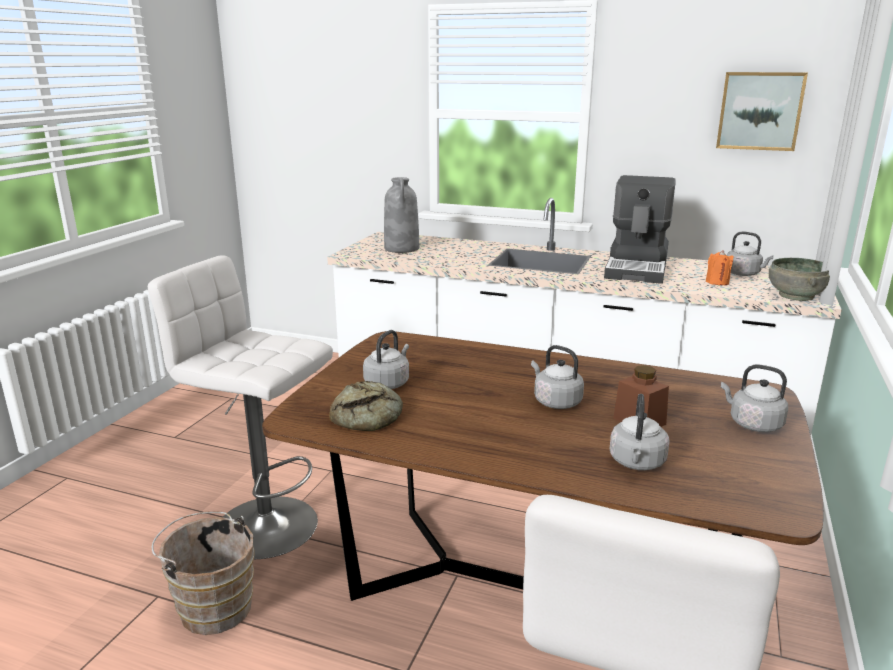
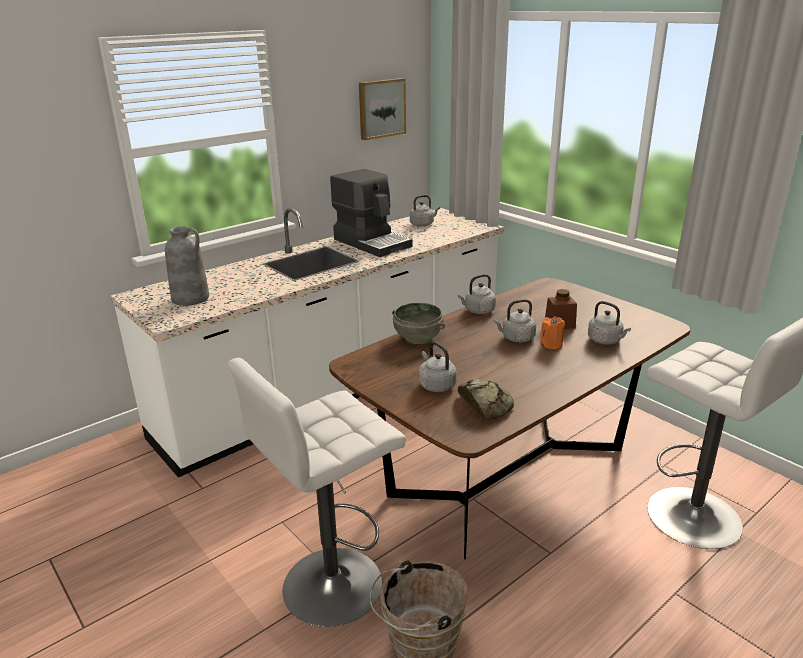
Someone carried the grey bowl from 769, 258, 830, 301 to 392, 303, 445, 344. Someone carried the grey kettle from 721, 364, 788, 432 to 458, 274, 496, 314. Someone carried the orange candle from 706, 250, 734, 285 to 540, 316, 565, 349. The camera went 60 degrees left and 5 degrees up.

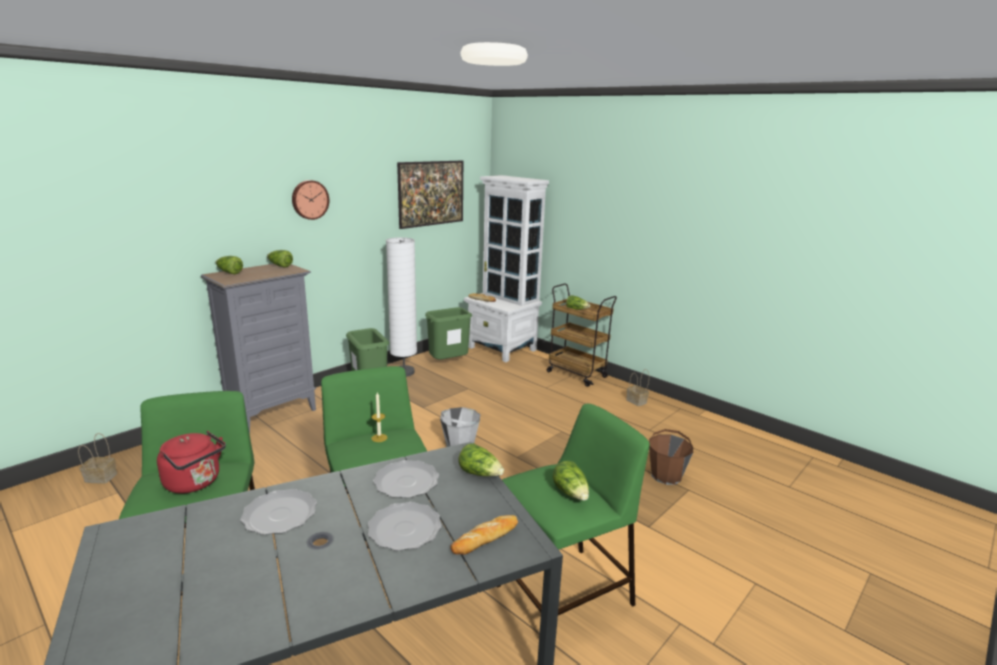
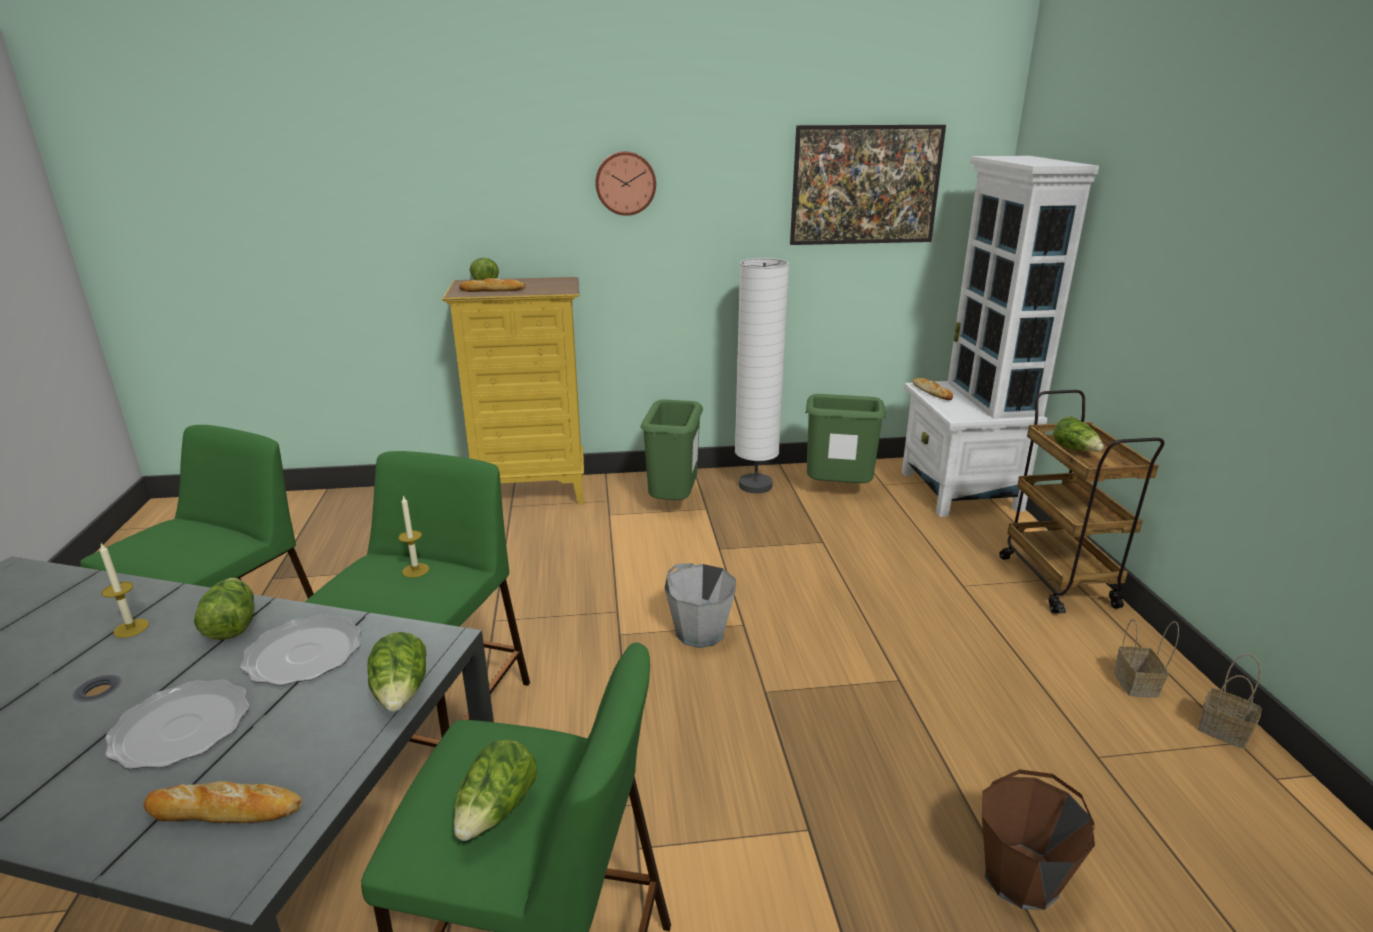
Someone swapped the plate at 240, 489, 317, 535 for the candle at 100, 543, 149, 638. Someone carried the lettuce from 267, 250, 293, 268 to 194, 578, 254, 640. Someone repainted the grey dresser at 201, 264, 317, 434, which became the yellow dresser at 442, 277, 584, 505. Someone put down the bread at 459, 278, 526, 292. Someone carried the basket from 78, 433, 117, 483 to 1198, 654, 1262, 749. Someone took away the red kettle at 157, 431, 226, 494. The camera went 40 degrees right and 5 degrees up.

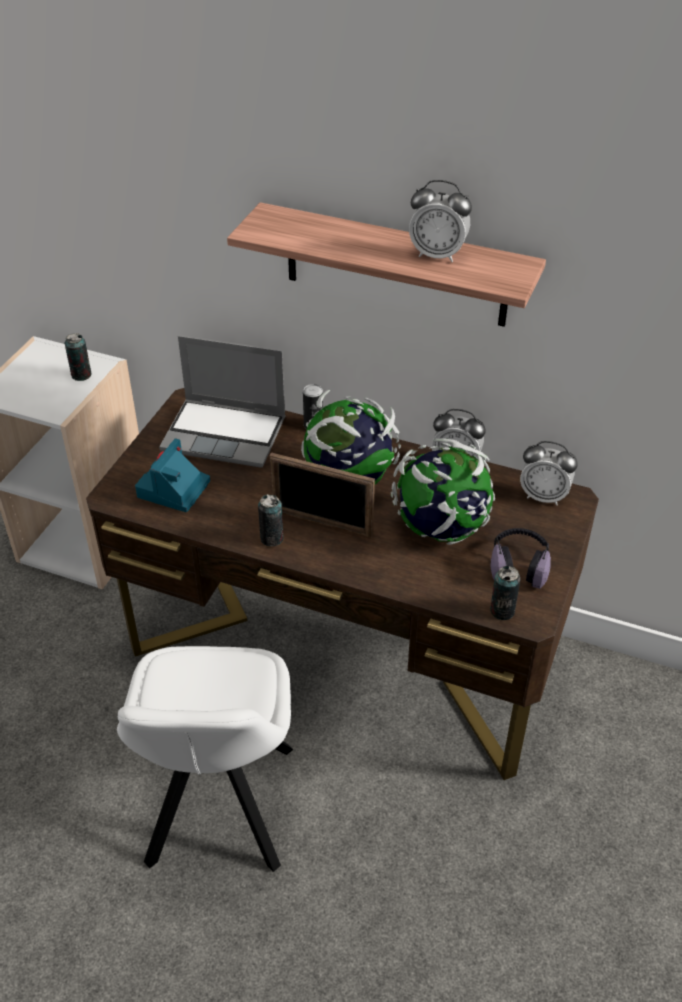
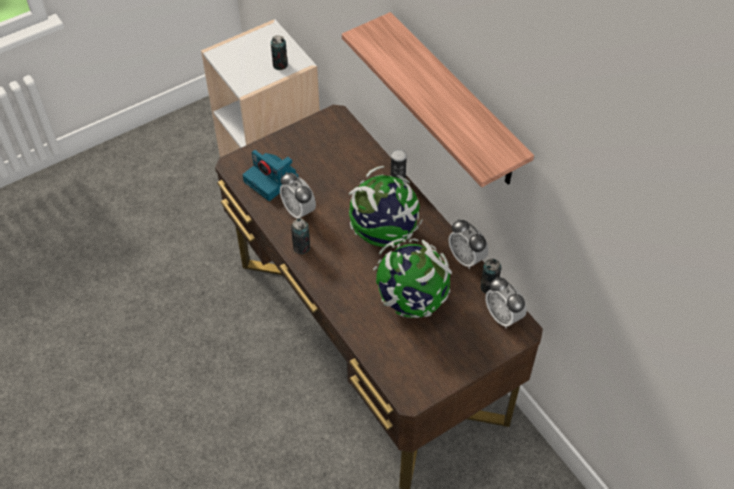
Someone rotated the photo camera at 135, 438, 210, 512 by 105 degrees counterclockwise. Someone carried the alarm clock from 409, 180, 472, 262 to 280, 172, 316, 219. Someone carried the can from 490, 566, 520, 620 to 480, 259, 501, 293. Someone took away the white chair at 117, 646, 293, 872. Someone took away the laptop at 159, 336, 286, 468. Someone took away the picture frame at 270, 452, 375, 538. Someone took away the headphones at 490, 528, 551, 589. The camera went 35 degrees right and 10 degrees up.

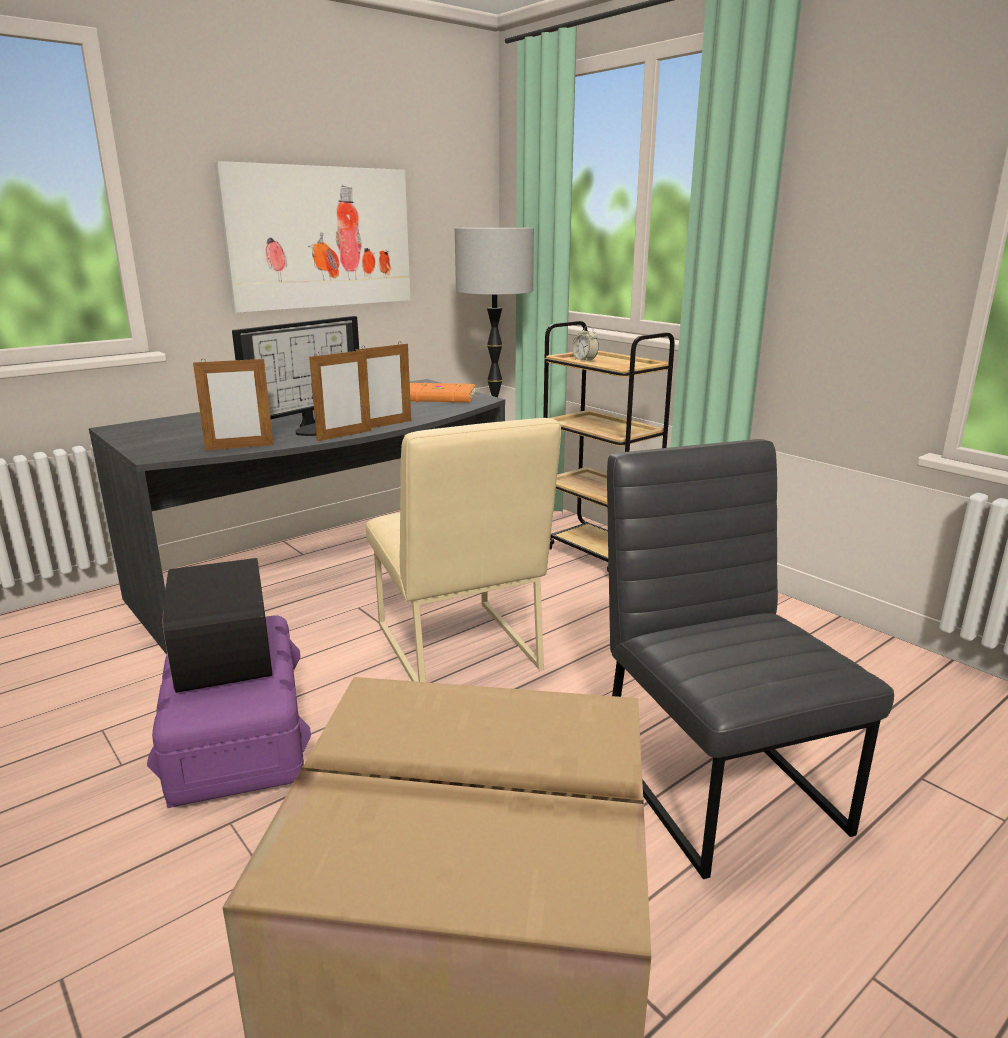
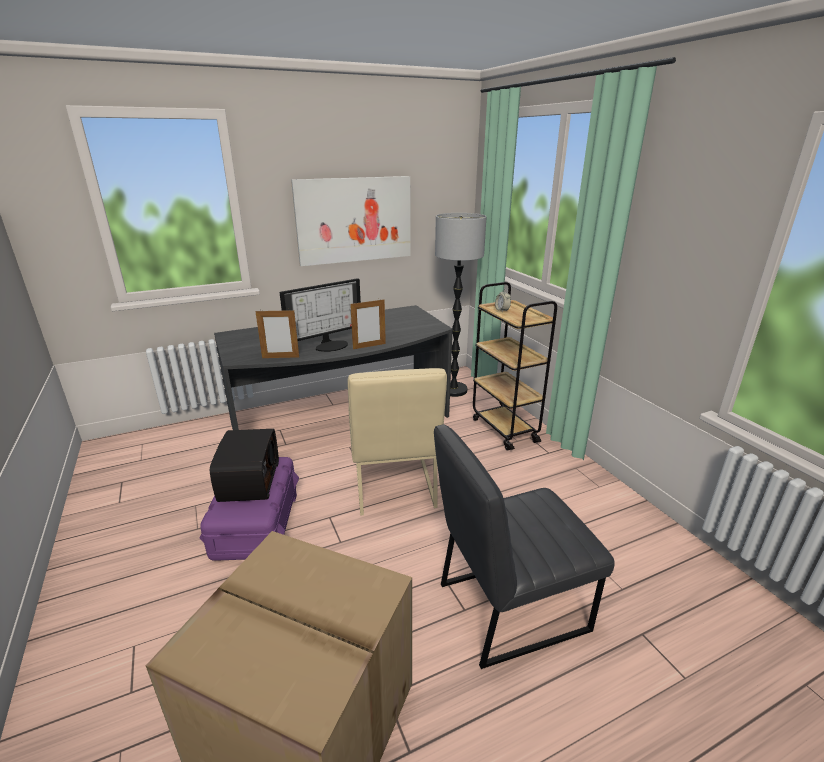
Someone rotated the grey chair at 607, 439, 894, 879 by 105 degrees counterclockwise. Someone took away the picture frame at 309, 348, 371, 441. Someone took away the orange book at 410, 383, 476, 403. The camera went 15 degrees right and 5 degrees up.

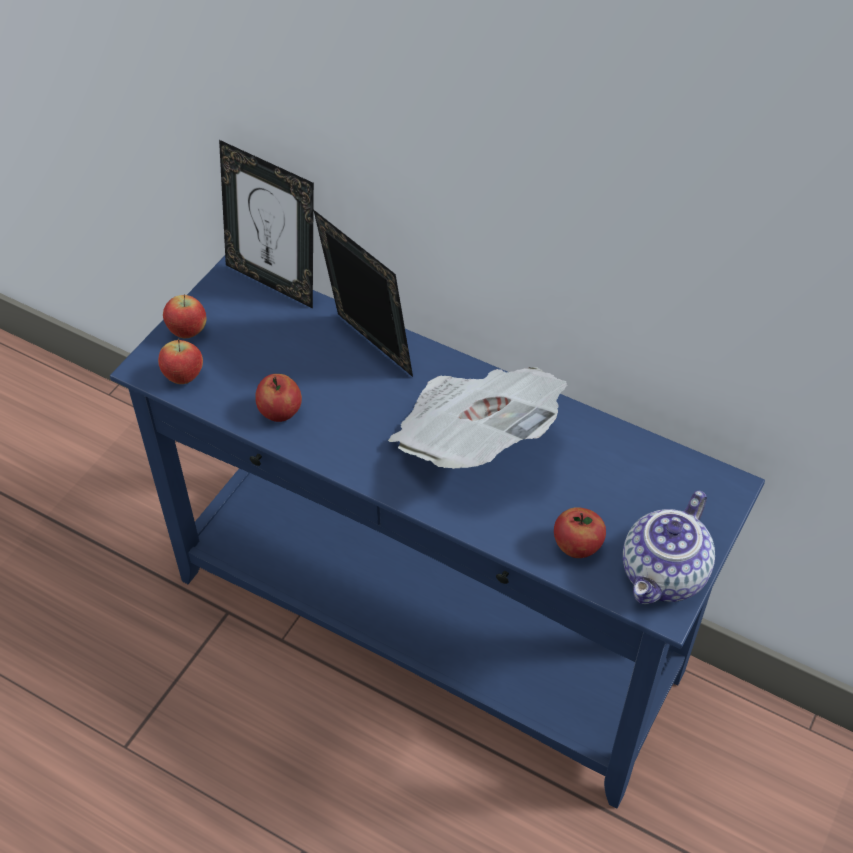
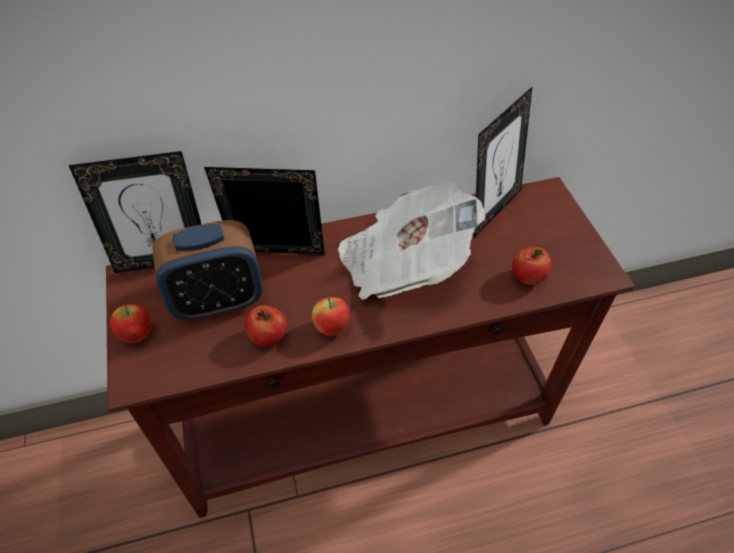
Someone repainted the blue console table at 110, 256, 765, 809, which became the brown console table at 106, 177, 635, 518. Someone put down the alarm clock at 152, 220, 263, 320. Someone carried the apple from 158, 339, 203, 384 to 312, 297, 350, 336. Someone put down the picture frame at 474, 87, 532, 238. Someone took away the teapot at 623, 490, 715, 604. The camera went 45 degrees left and 0 degrees up.

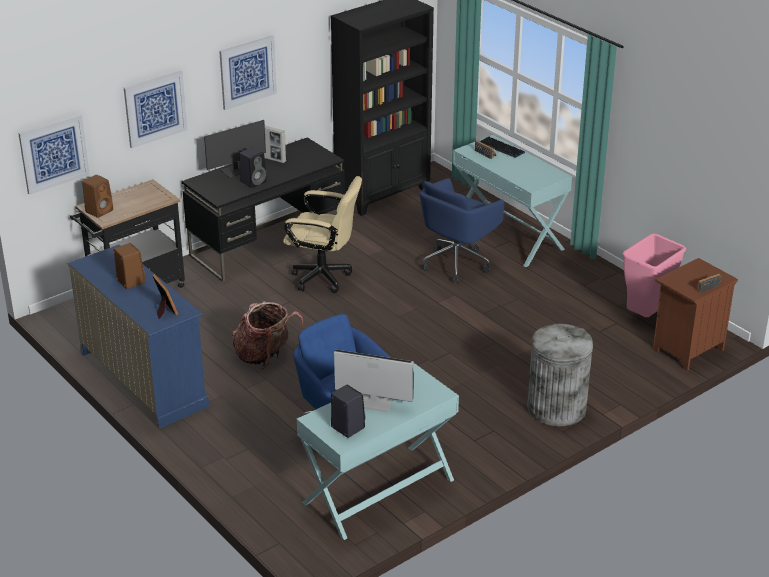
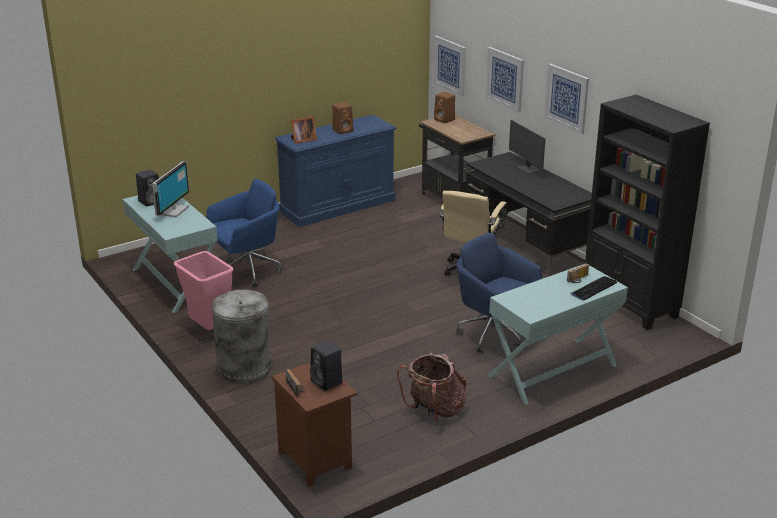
Someone carried the pink trash can from 622, 234, 686, 317 to 174, 251, 234, 330. Someone carried the black speaker from 239, 147, 267, 188 to 310, 340, 342, 391. Someone carried the backpack from 232, 301, 304, 369 to 397, 353, 466, 423. Someone took away the picture frame at 264, 126, 286, 163. The camera went 95 degrees right and 5 degrees down.

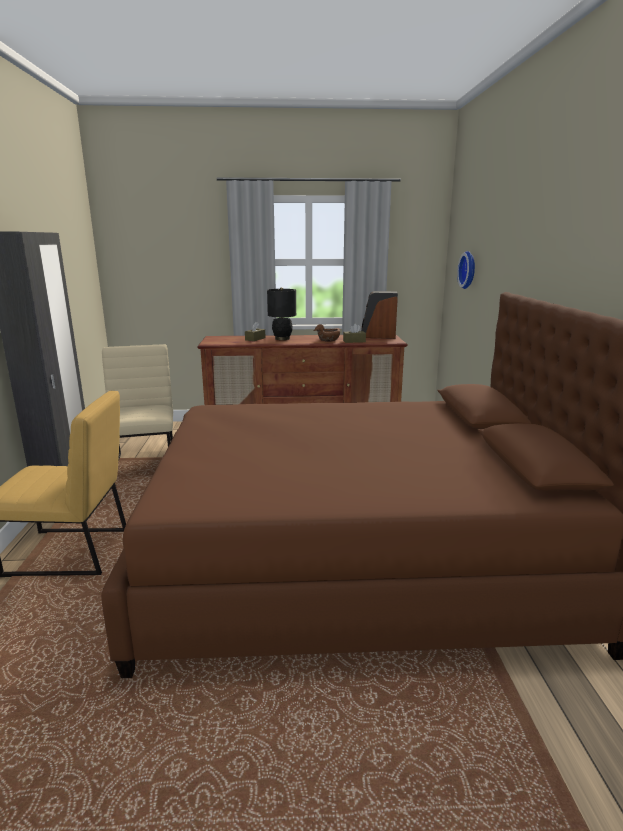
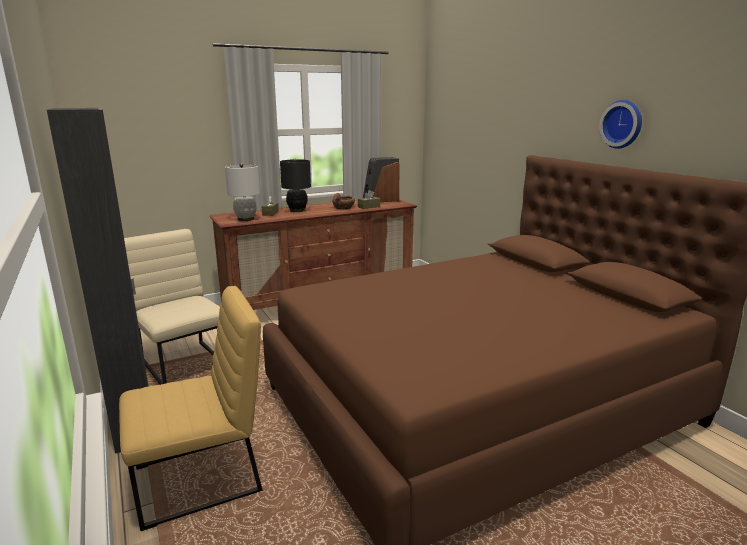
Someone put down the white table lamp at 225, 163, 260, 221. Someone carried the wall clock from 457, 251, 475, 289 to 599, 100, 642, 149. The camera went 25 degrees left and 0 degrees up.

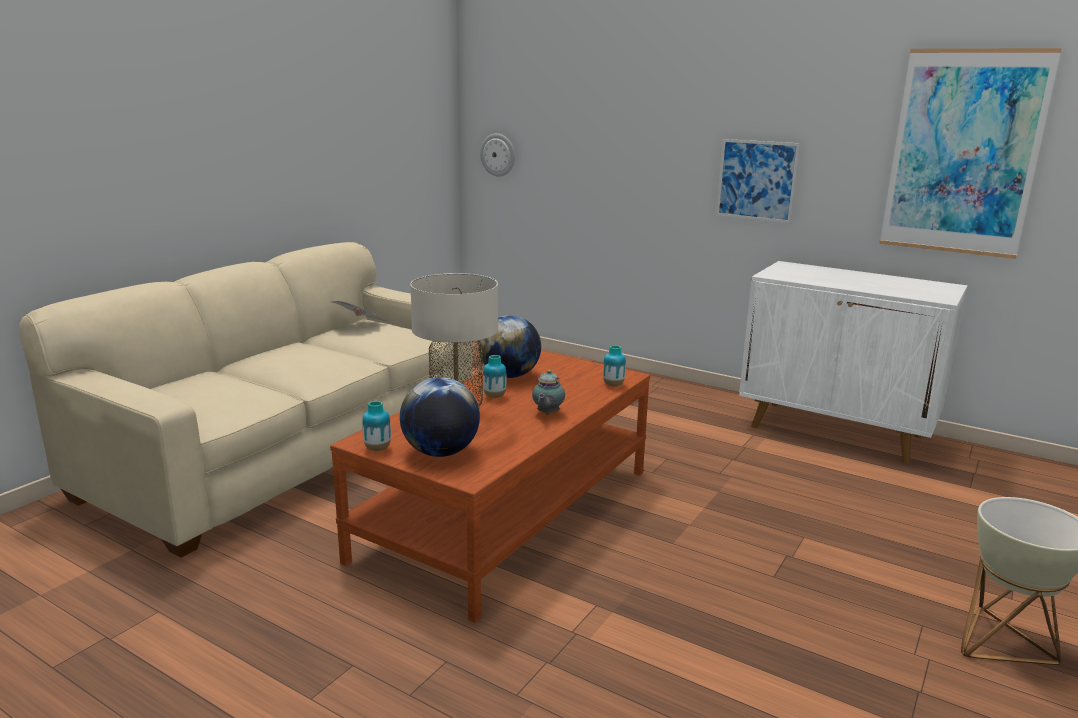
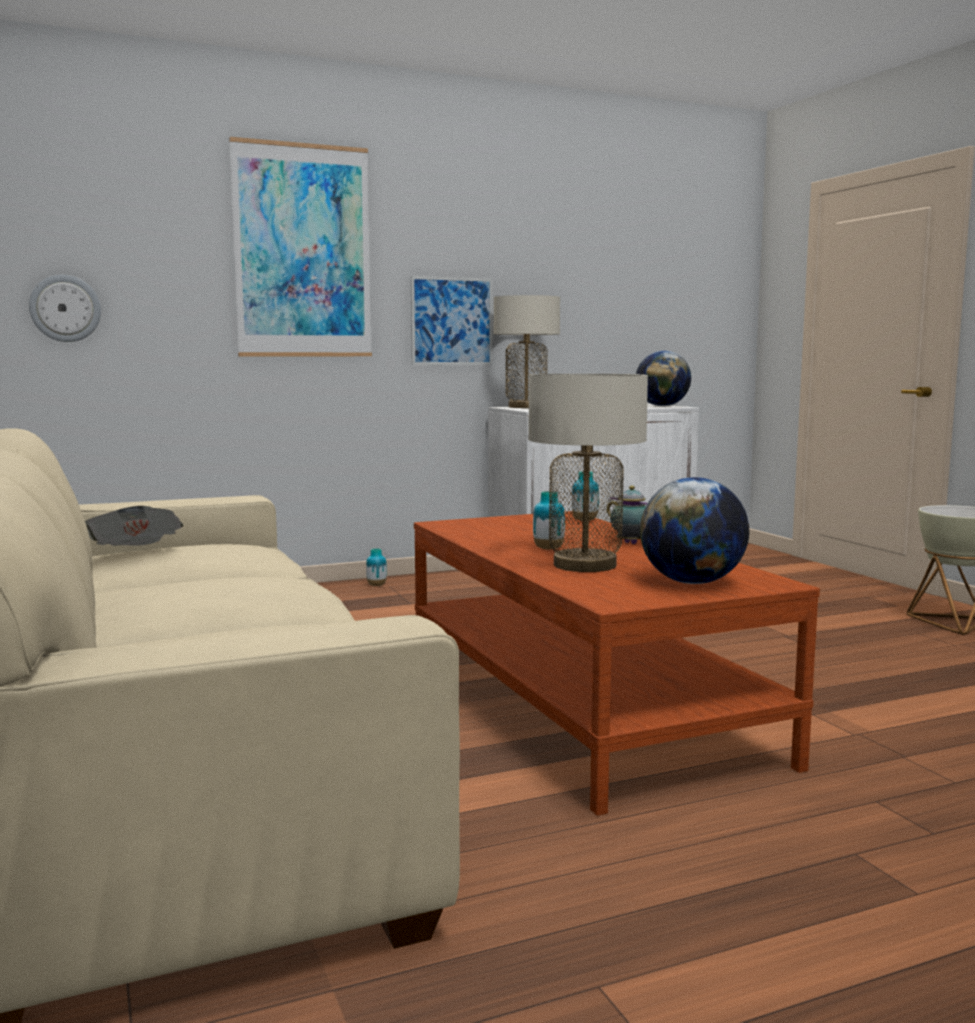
Someone carried the picture from 879, 48, 1062, 259 to 229, 137, 372, 356. Someone carried the vase from 362, 401, 391, 451 to 366, 548, 387, 586. Someone put down the table lamp at 493, 295, 560, 408. Someone carried the globe from 478, 315, 541, 378 to 636, 351, 691, 406. The camera went 55 degrees left and 10 degrees down.

